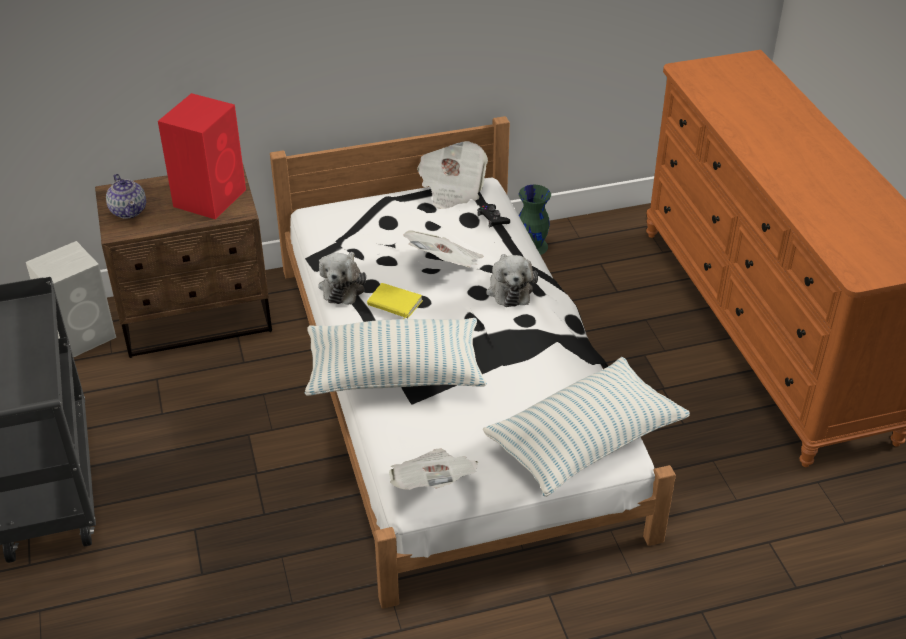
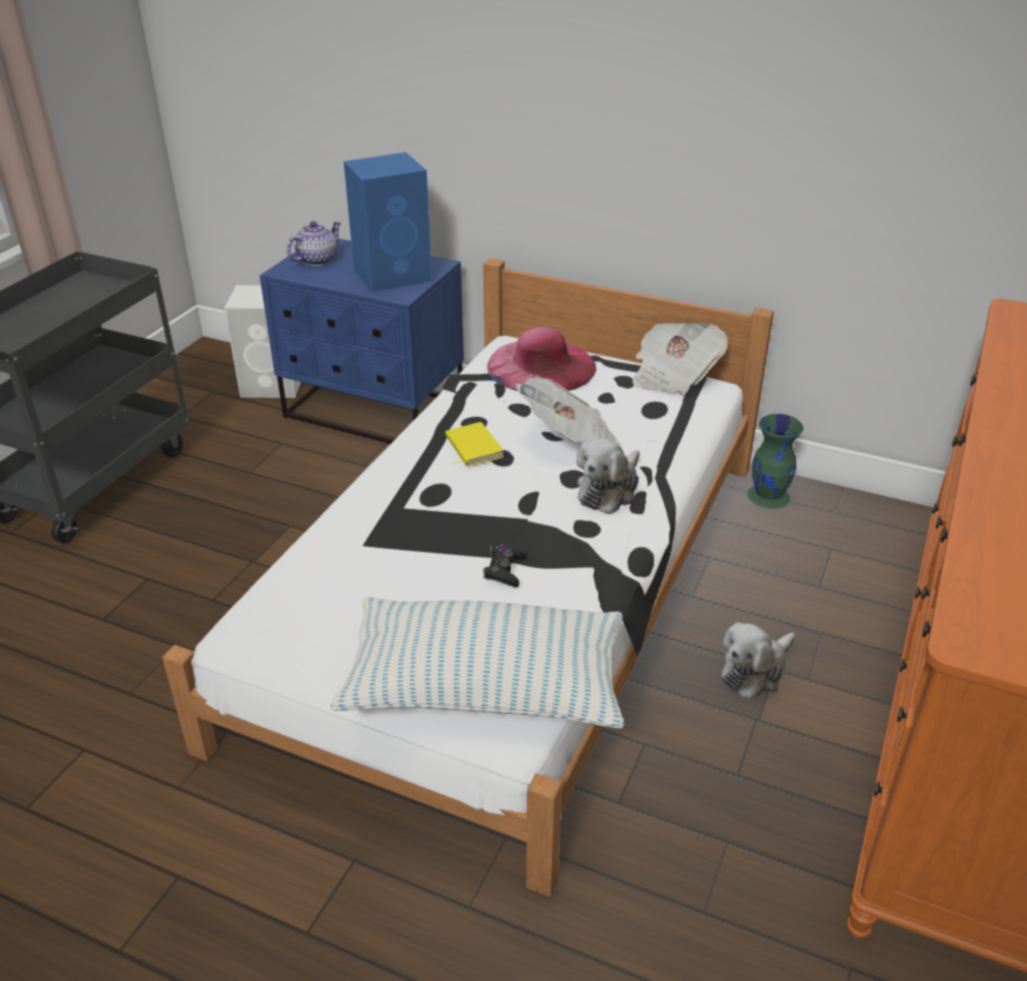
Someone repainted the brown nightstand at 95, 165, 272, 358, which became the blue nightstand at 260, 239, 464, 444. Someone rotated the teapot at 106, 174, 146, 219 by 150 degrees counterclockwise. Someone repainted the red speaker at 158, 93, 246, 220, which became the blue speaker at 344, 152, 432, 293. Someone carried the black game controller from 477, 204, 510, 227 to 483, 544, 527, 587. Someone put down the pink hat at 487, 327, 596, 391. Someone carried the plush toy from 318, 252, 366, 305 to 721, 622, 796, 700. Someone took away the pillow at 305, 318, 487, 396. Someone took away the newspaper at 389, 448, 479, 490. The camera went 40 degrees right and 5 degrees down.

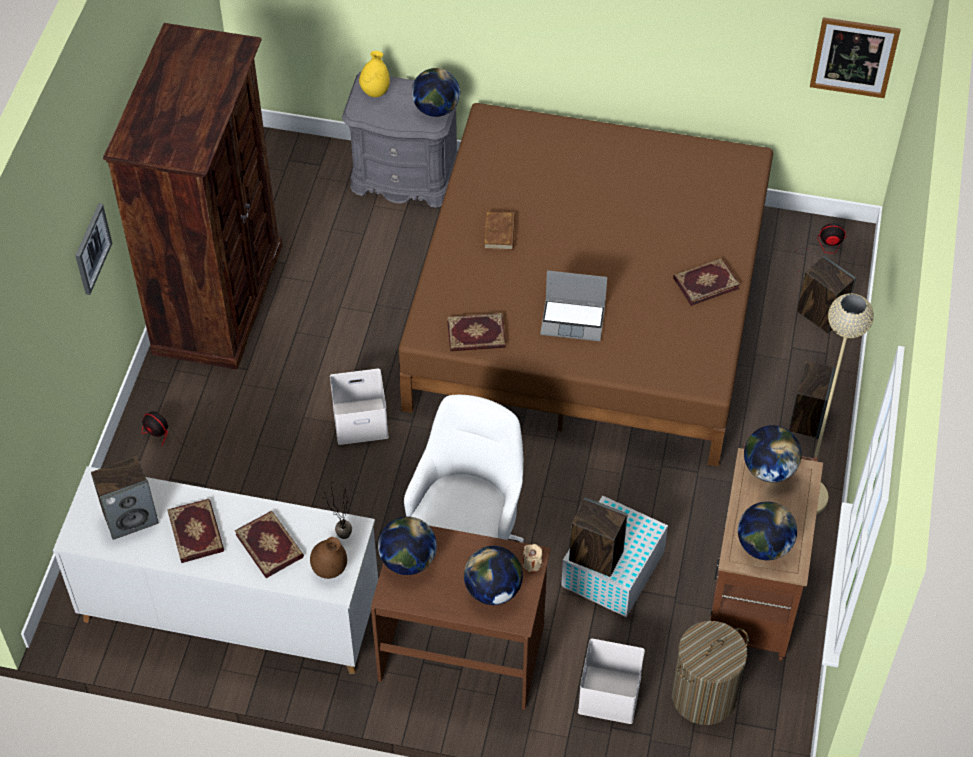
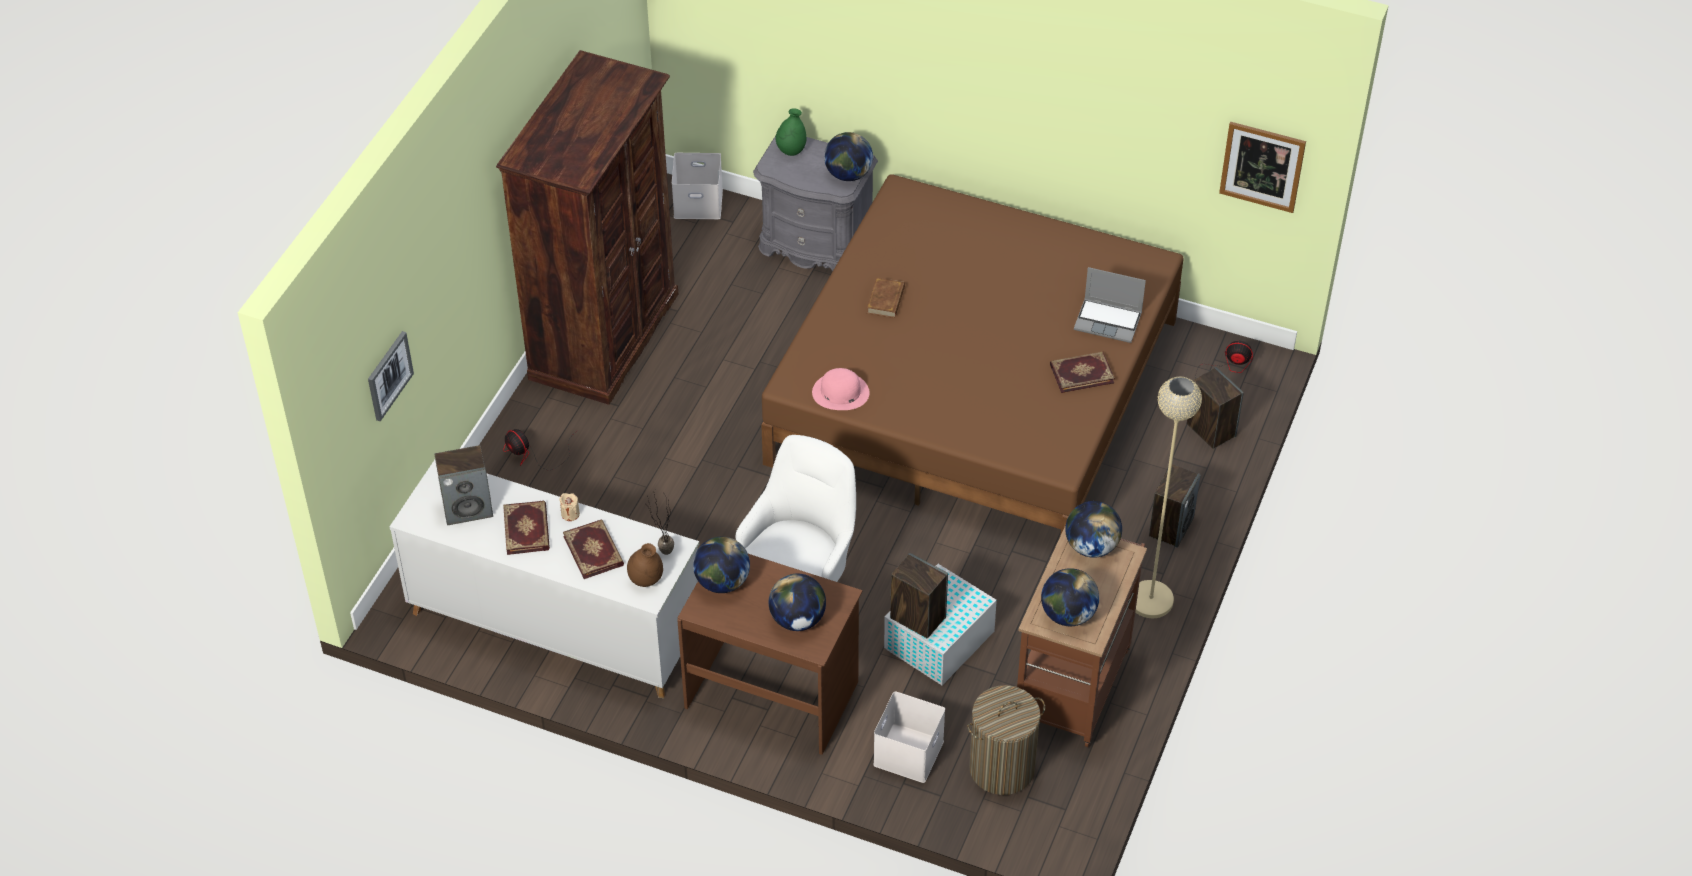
Someone carried the picture from 75, 203, 112, 295 to 368, 331, 414, 421. Someone carried the beige candle from 522, 544, 542, 572 to 559, 493, 580, 521. Someone carried the white storage box from 330, 369, 389, 445 to 672, 153, 723, 219. Someone repainted the yellow vase at 359, 51, 390, 97, which became the green vase at 775, 108, 806, 156. Someone swapped the book at 447, 313, 506, 351 for the pink hat at 812, 368, 870, 410. Someone carried the laptop from 540, 270, 607, 341 to 1074, 267, 1146, 343. The camera went 10 degrees right and 5 degrees down.

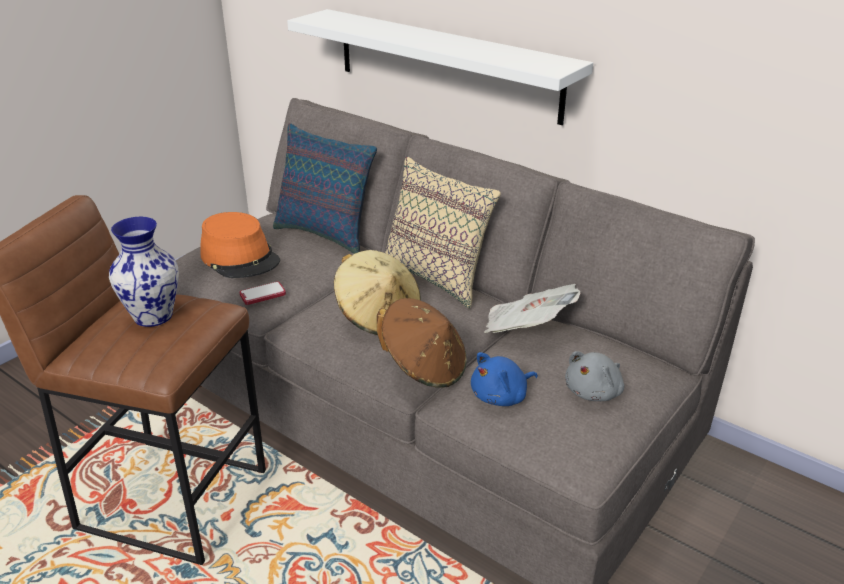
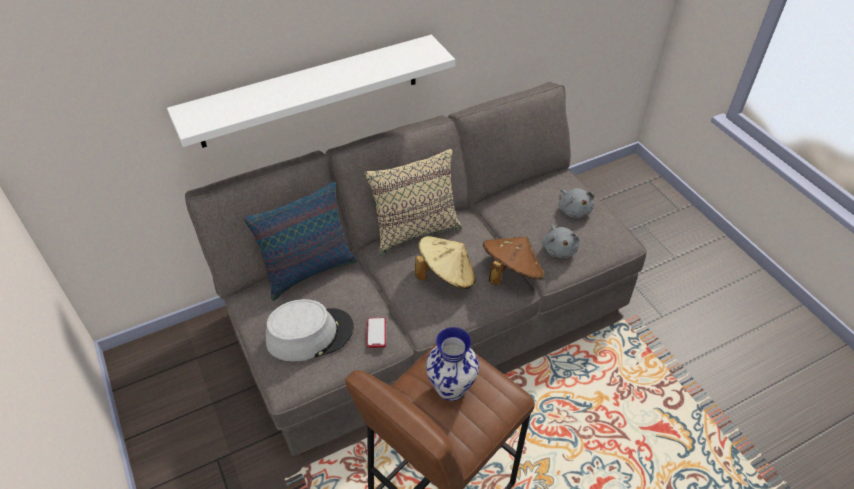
Someone repainted the orange hat at 200, 212, 280, 278, which became the grey hat at 266, 299, 354, 361. Someone repainted the blue plush toy at 471, 352, 538, 406, which became the grey plush toy at 542, 225, 579, 258. Someone took away the newspaper at 484, 284, 581, 333. The camera went 65 degrees left and 15 degrees up.

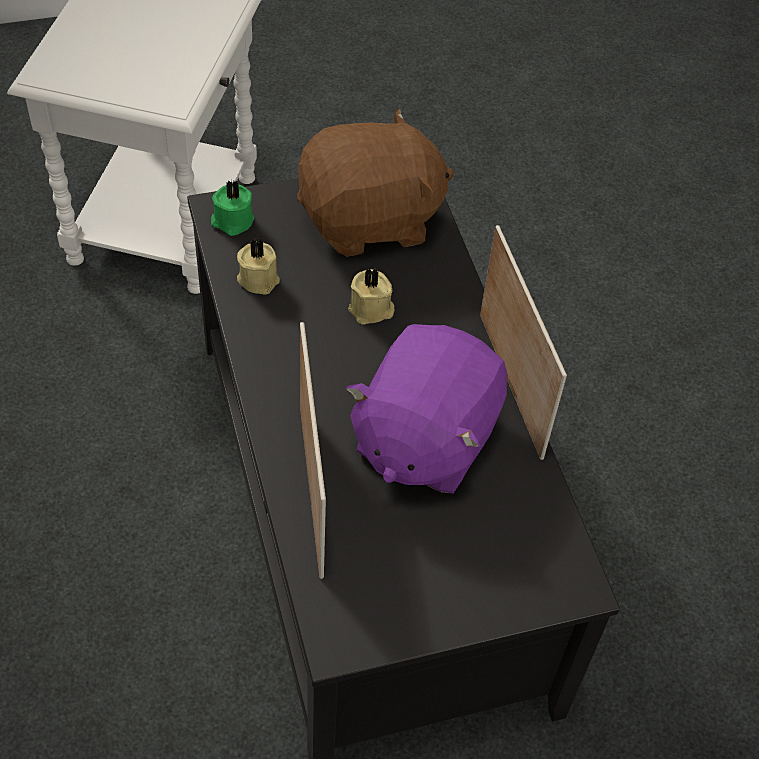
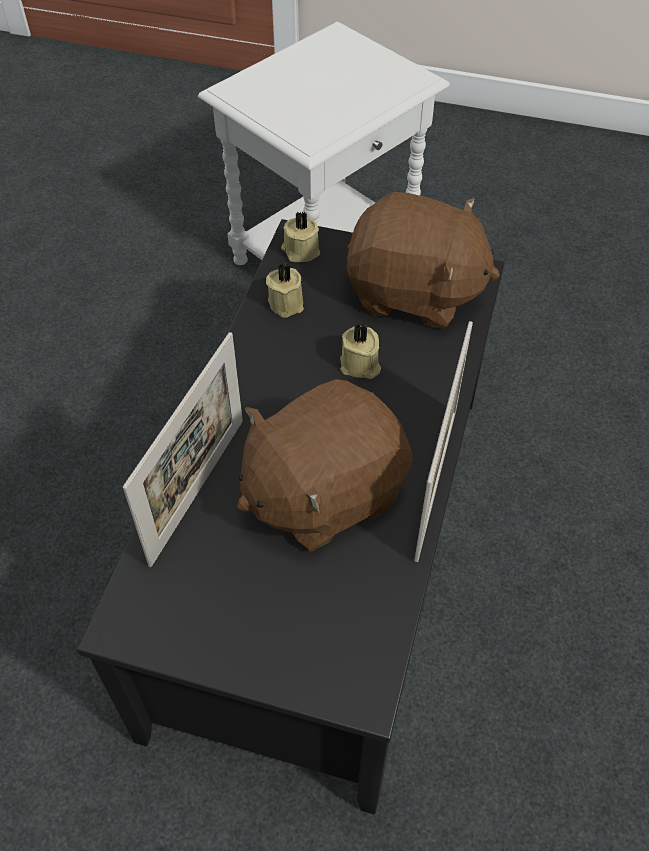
Someone repainted the purple plush toy at 346, 324, 507, 494, which became the brown plush toy at 238, 379, 413, 551. Someone repainted the green candle at 211, 180, 254, 236, which became the beige candle at 281, 211, 320, 262. The camera went 35 degrees right and 0 degrees up.

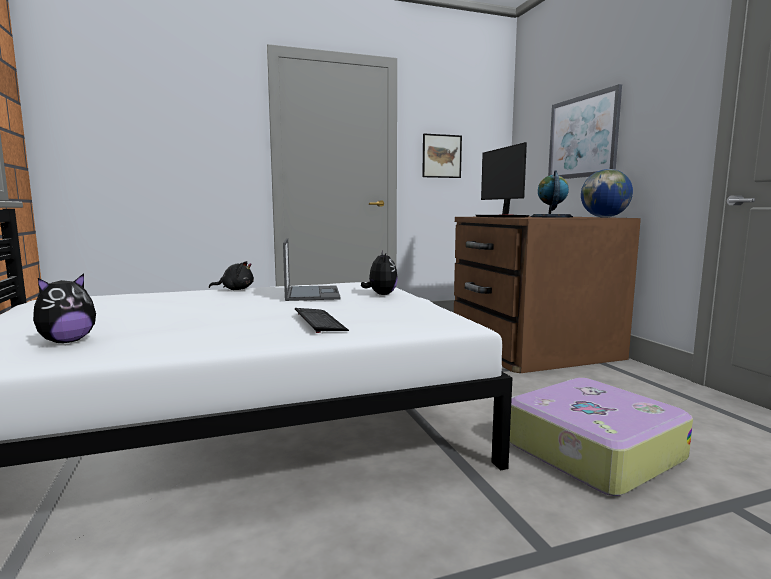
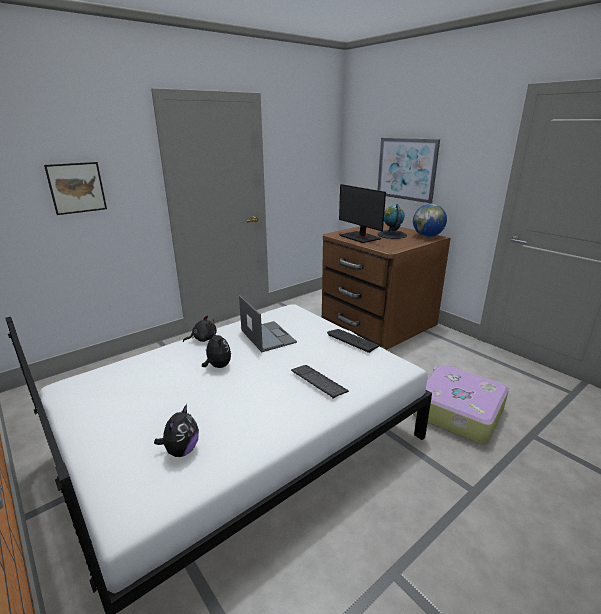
Someone carried the picture from 422, 133, 462, 178 to 44, 162, 107, 215. Someone carried the plush toy from 361, 251, 398, 295 to 202, 330, 231, 368. Someone put down the keyboard at 327, 329, 380, 353. The camera went 20 degrees left and 15 degrees up.

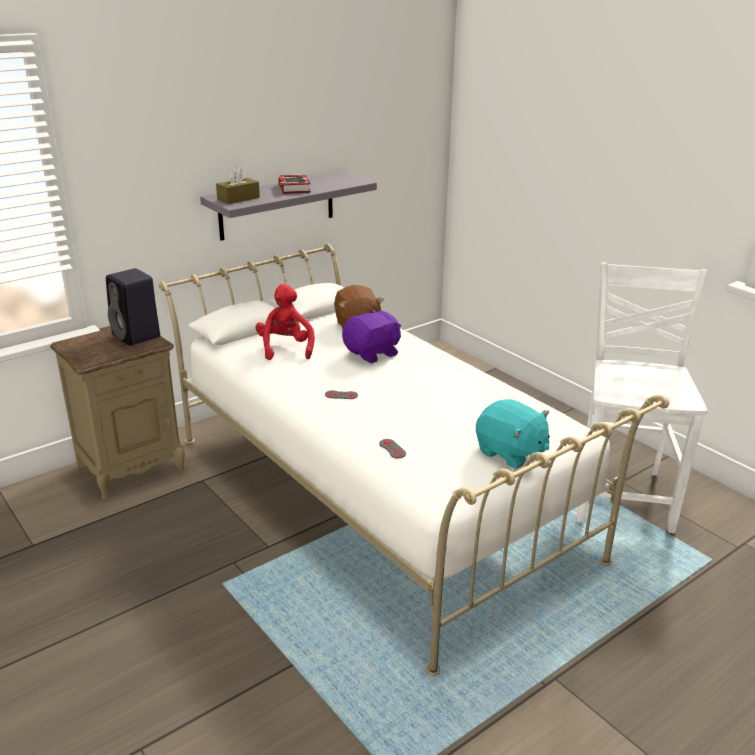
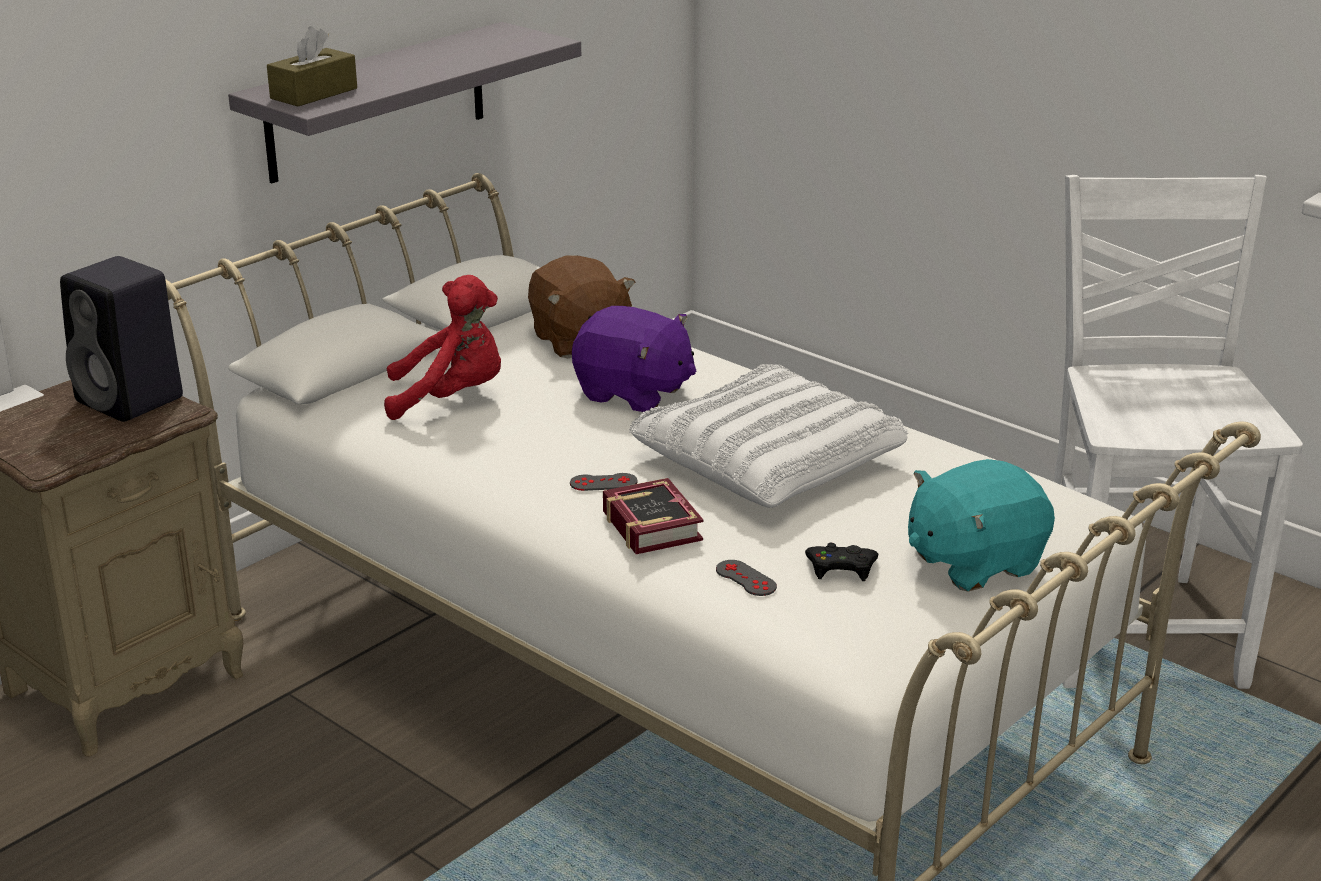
Someone rotated the red plush toy at 256, 284, 315, 360 by 105 degrees clockwise. Someone rotated the purple plush toy at 342, 310, 401, 363 by 75 degrees clockwise. Someone carried the book from 278, 174, 311, 194 to 603, 478, 703, 554. Someone put down the white pillow at 629, 364, 908, 508. Someone put down the black game controller at 805, 543, 878, 581. Someone rotated the turquoise plush toy at 476, 399, 550, 468 by 120 degrees clockwise. The camera went 10 degrees left and 0 degrees up.

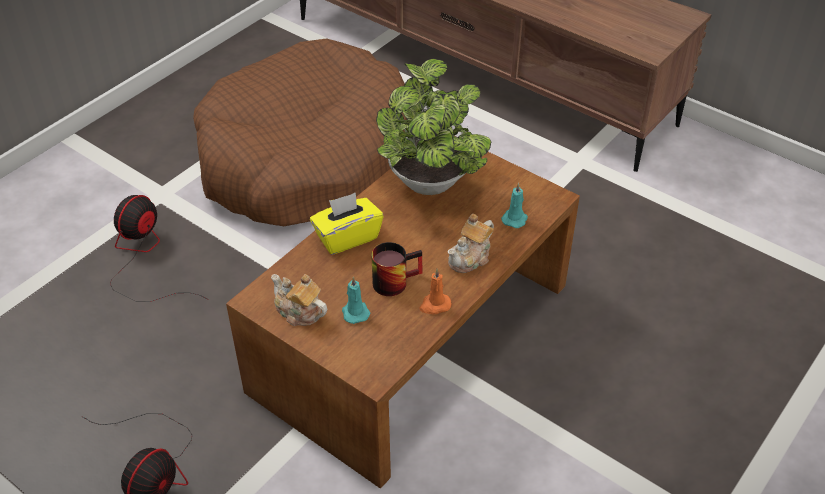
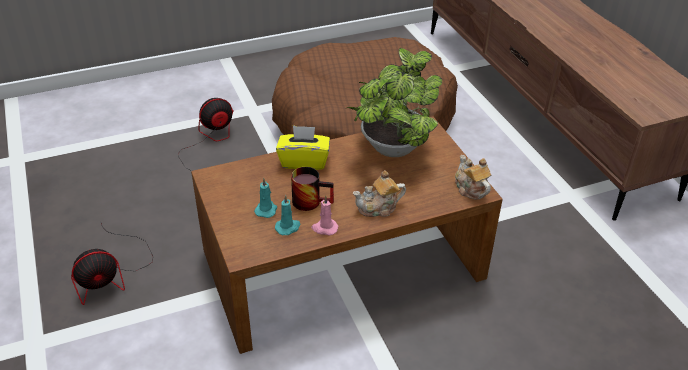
Someone carried the turquoise candle from 501, 183, 528, 228 to 275, 195, 300, 235. Someone repainted the orange candle at 419, 269, 451, 314, which became the pink candle at 311, 195, 338, 235. Someone carried the teapot from 271, 274, 327, 326 to 455, 155, 492, 199. The camera went 30 degrees right and 5 degrees down.

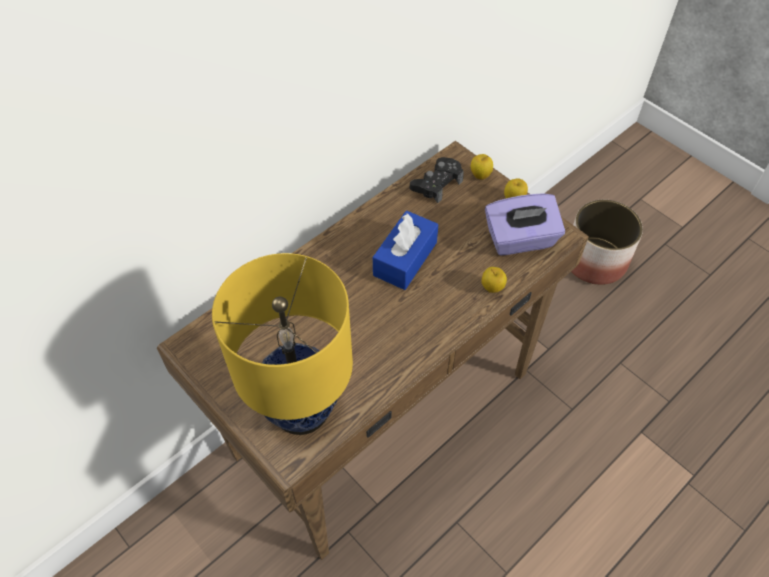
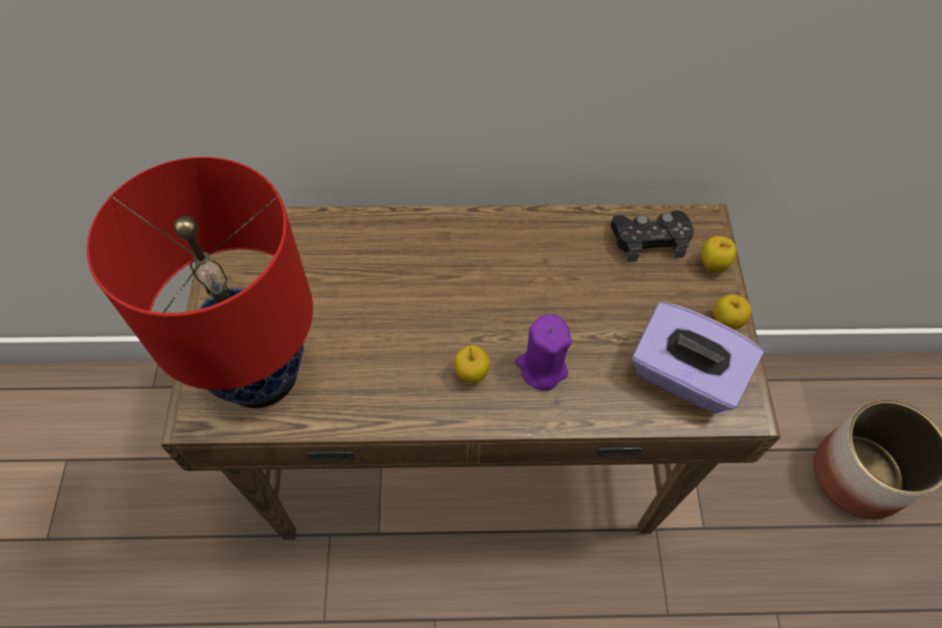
Someone repainted the yellow table lamp at 212, 253, 353, 435, which became the red table lamp at 87, 157, 313, 408. Someone carried the apple from 481, 267, 507, 293 to 454, 345, 490, 384. Someone put down the purple candle at 515, 314, 572, 391. Someone took away the blue tissue box at 373, 211, 438, 290. The camera went 40 degrees right and 5 degrees up.

